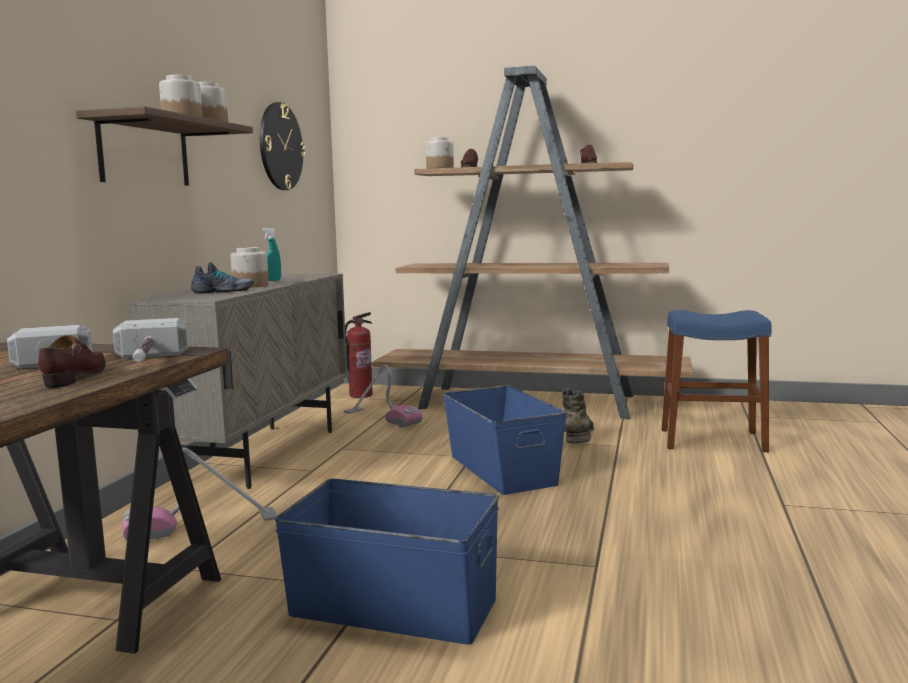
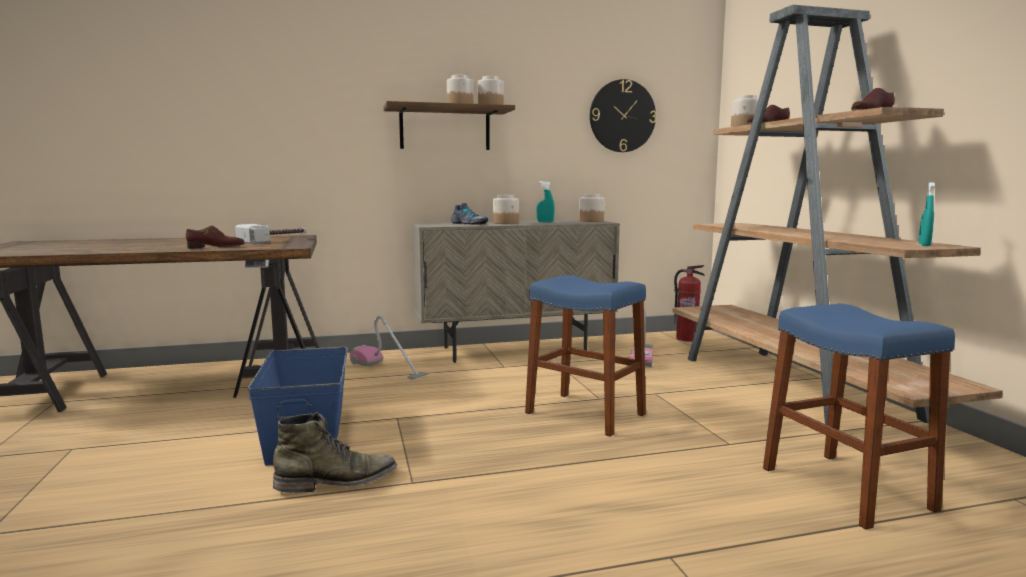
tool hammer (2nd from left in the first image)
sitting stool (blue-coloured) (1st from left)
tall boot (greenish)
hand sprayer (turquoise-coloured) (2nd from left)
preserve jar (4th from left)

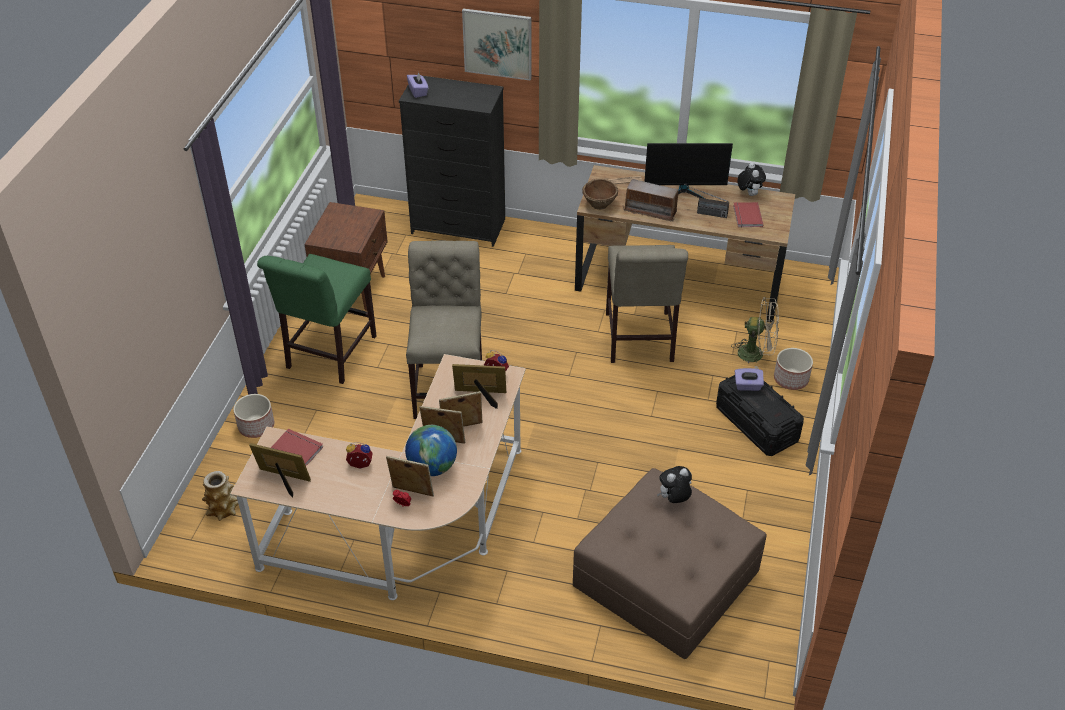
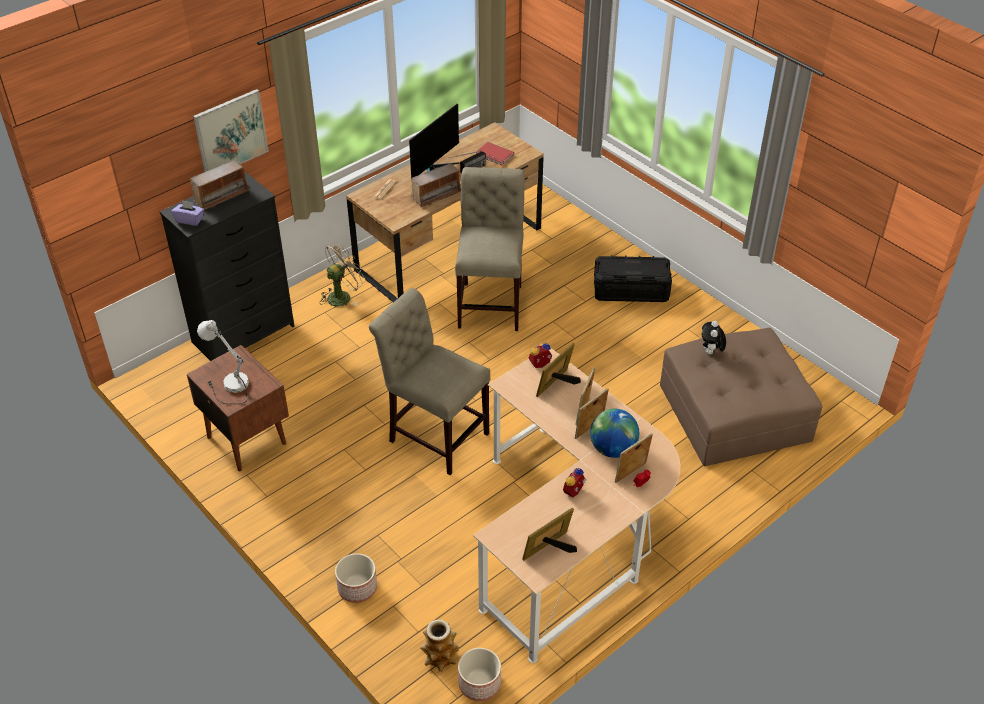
plush toy (2nd from left in the first image)
bowl (brown)
plain chair (sand-coloured) (2nd from left)
plain chair (greenish)
fan (sand-coloured)
planter (2nd from left)
tissue box (purple-coloured) (2nd from left in the first image)
volume (reddish) (1st from left in the first image)
radio receiver (1st from left)
tabletop lamp (white)

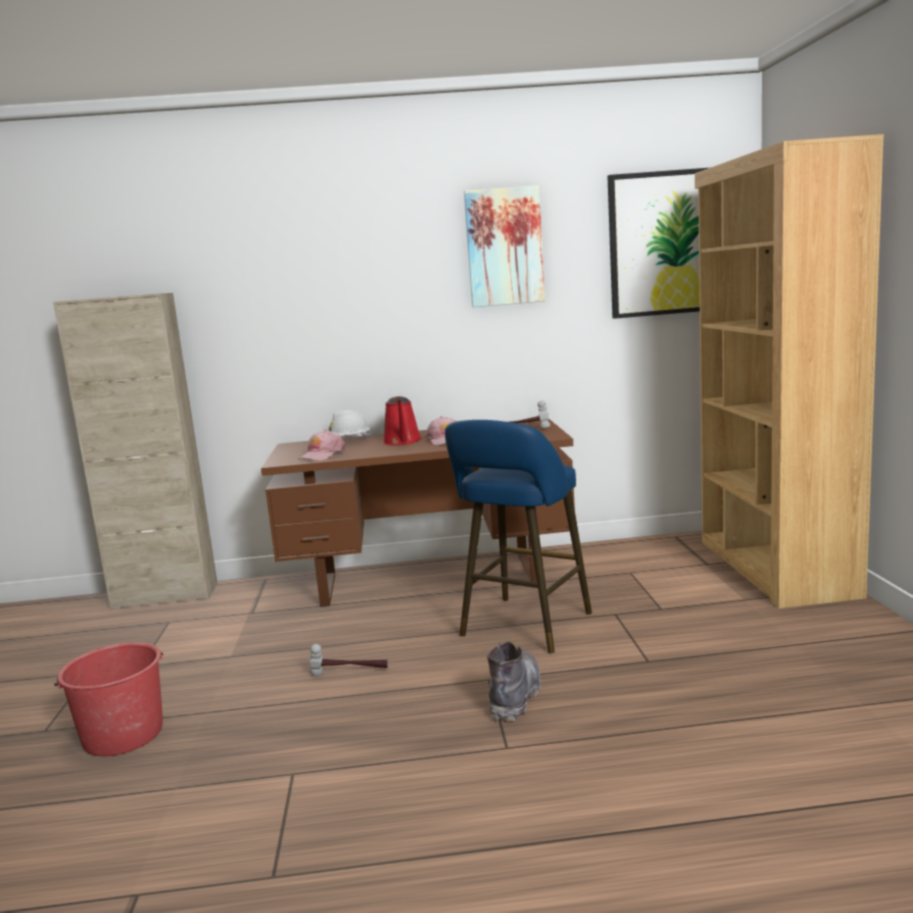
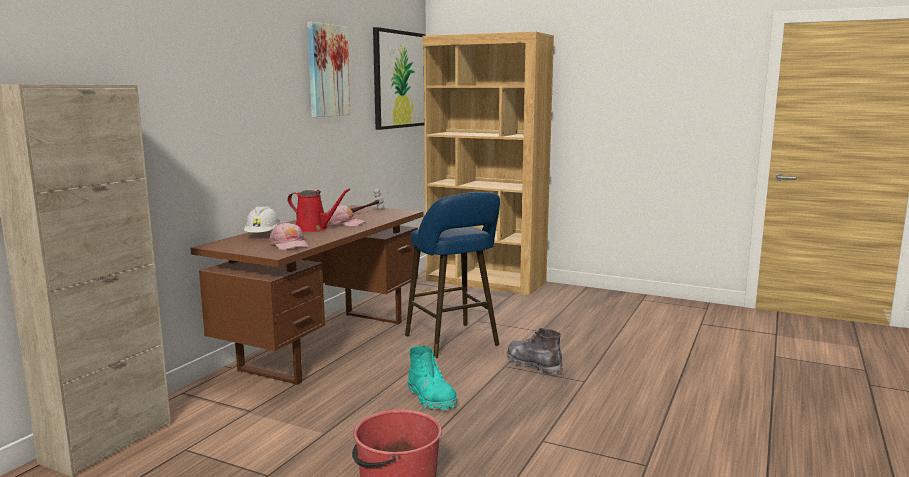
tall boot (turquoise-coloured)

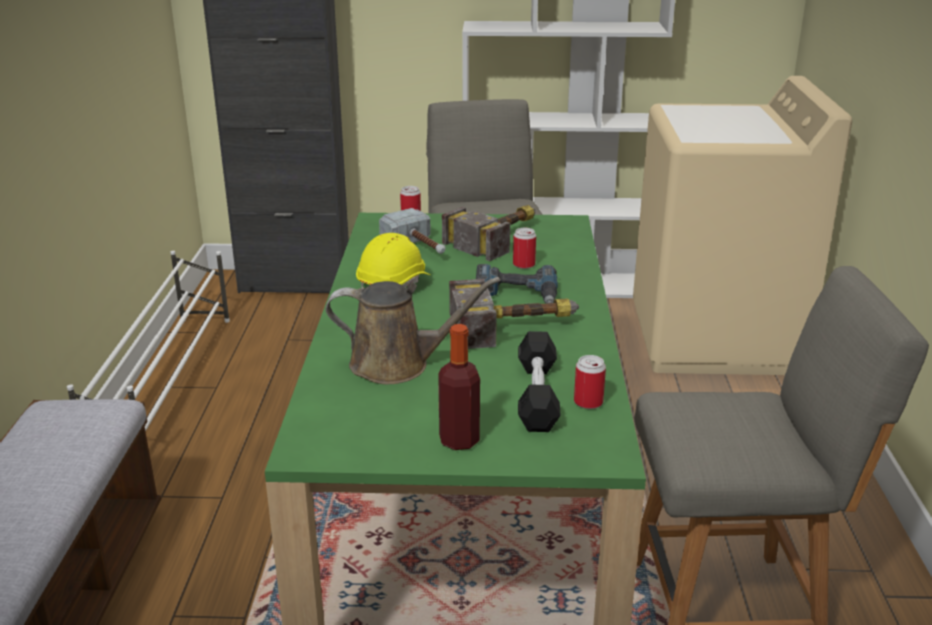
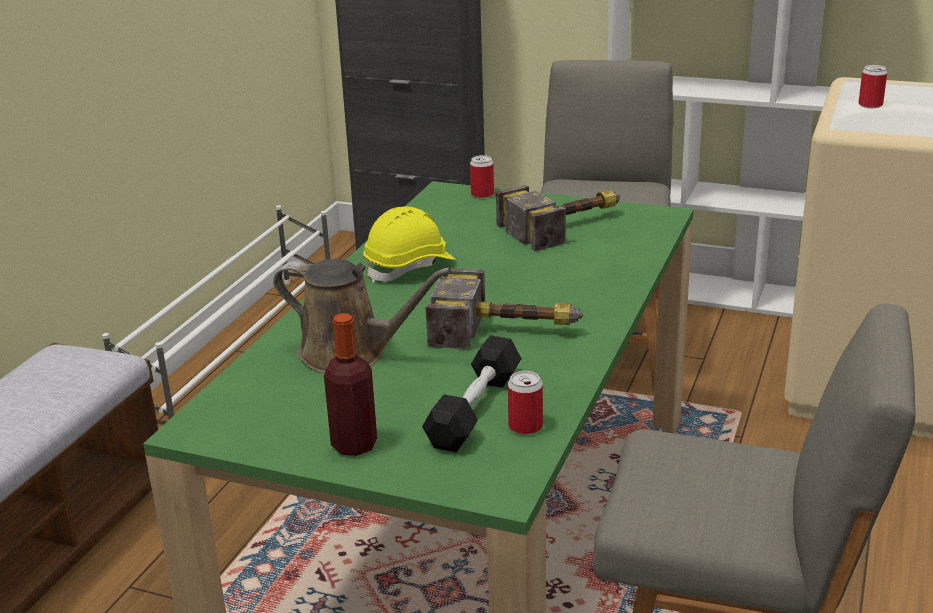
tool hammer (1st from left in the first image)
sealed can (3rd from left)
drill

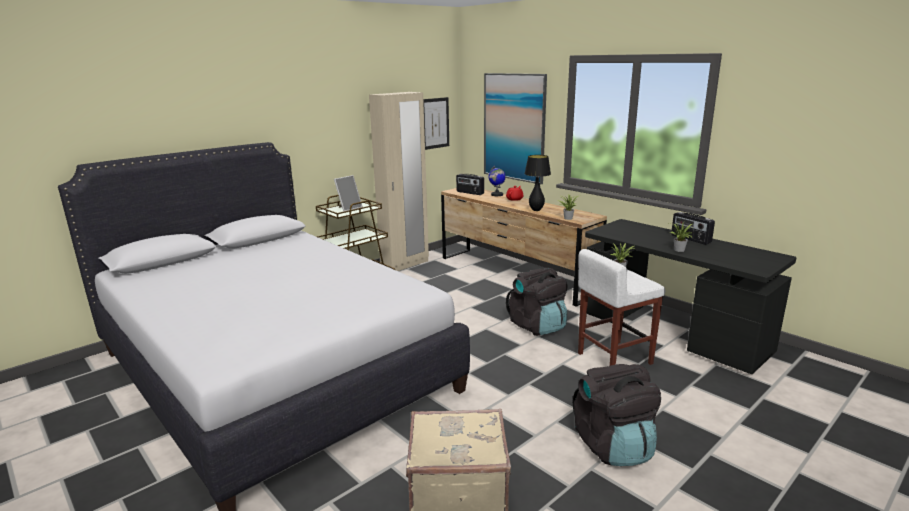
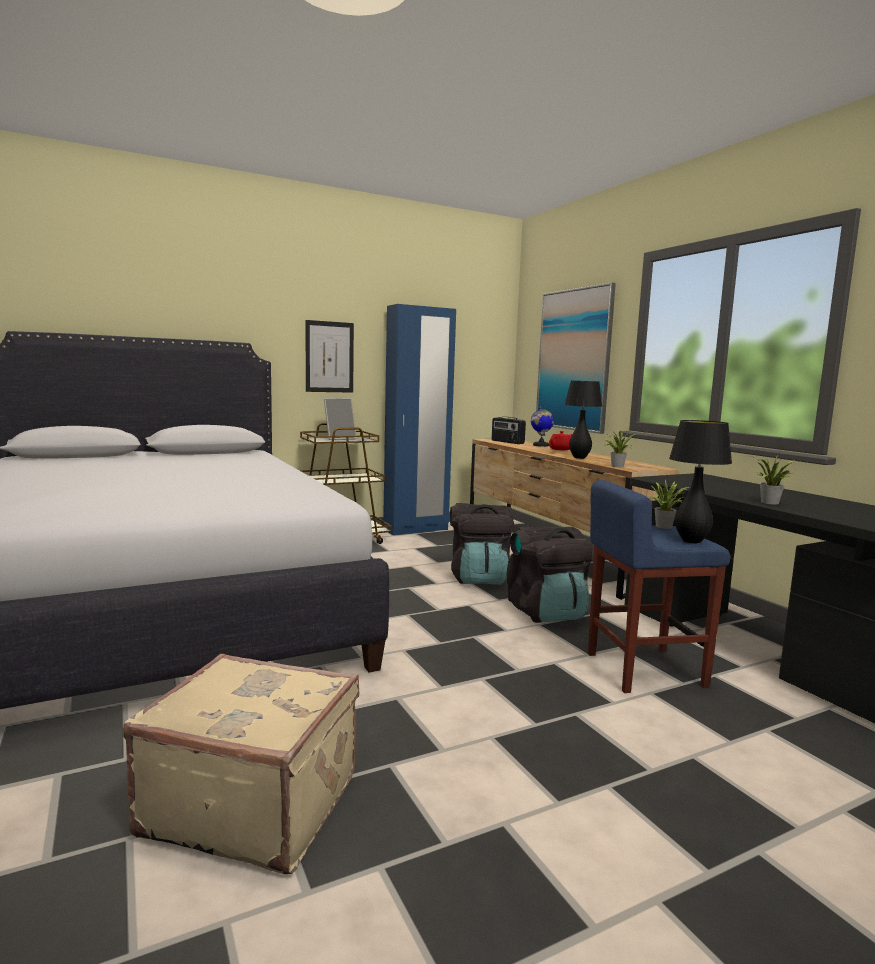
clothes cupboard (blue-coloured)
wall picture (1st from left)
radio receiver (2nd from left in the first image)
sitting stool (blue-coloured)
rucksack (black-coloured) (1st from left)
tabletop lamp (black-coloured) (2nd from left)

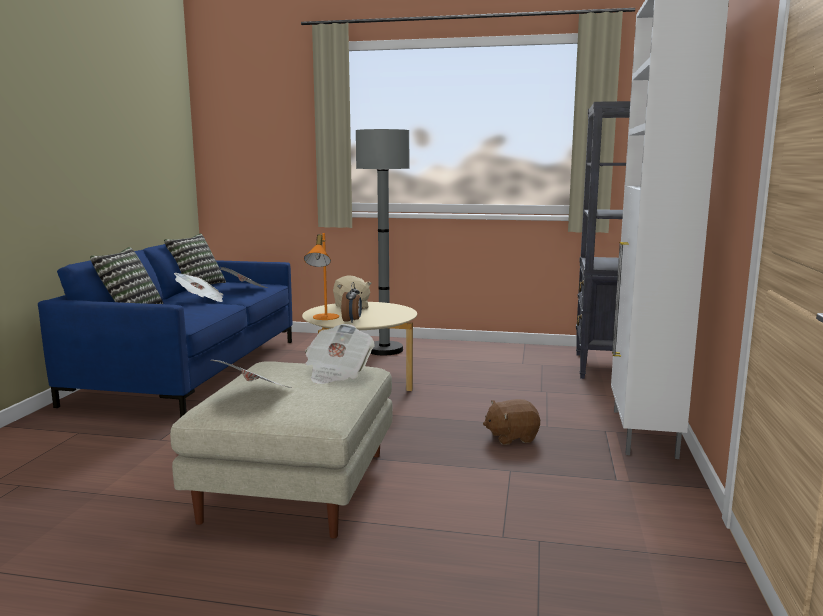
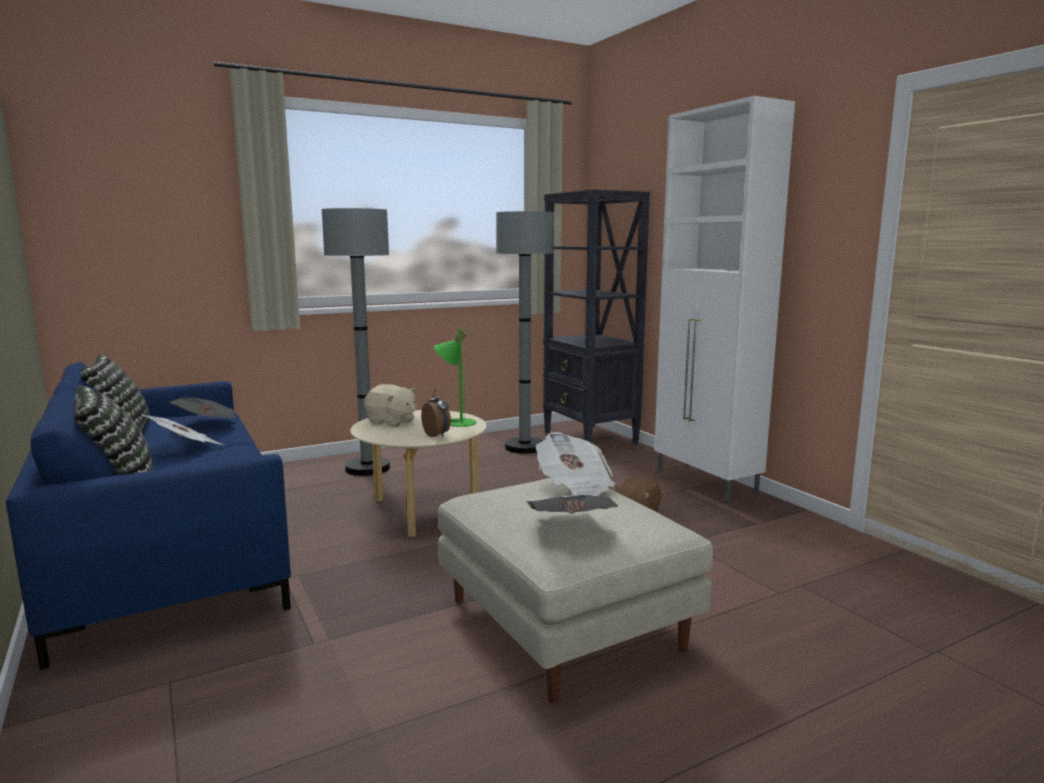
tabletop lamp (orange-coloured)
standard lamp (grey) (2nd from left)
tabletop lamp (greenish)

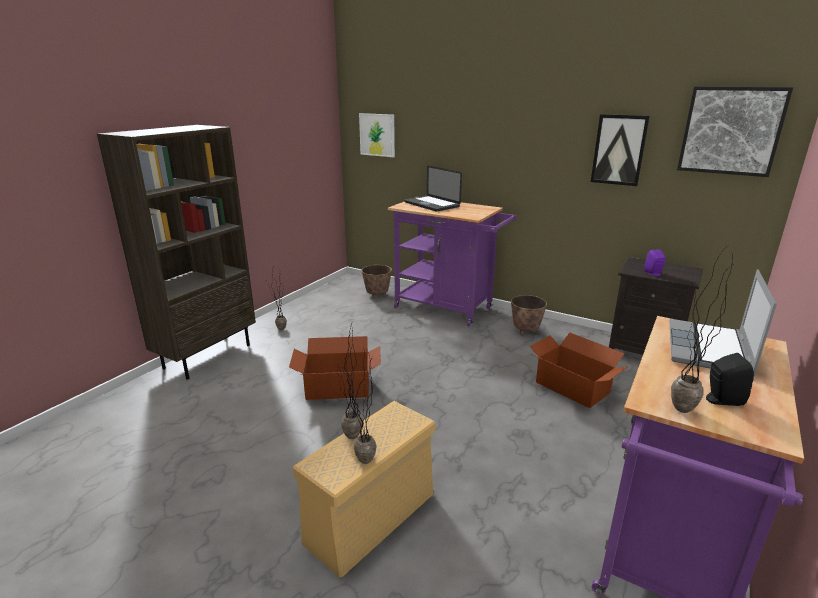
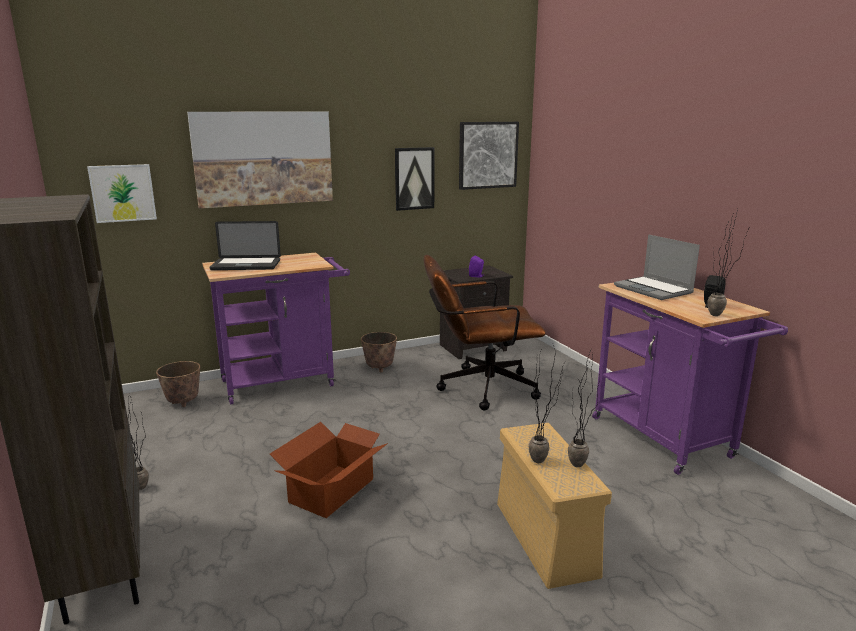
office chair (brown)
wall picture (2nd from left)

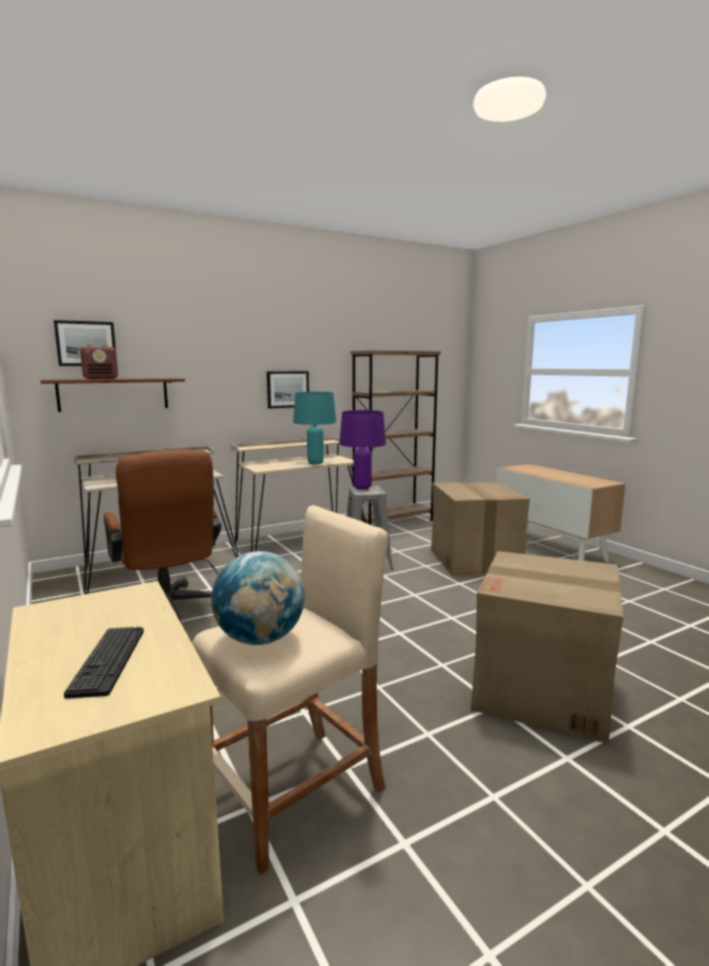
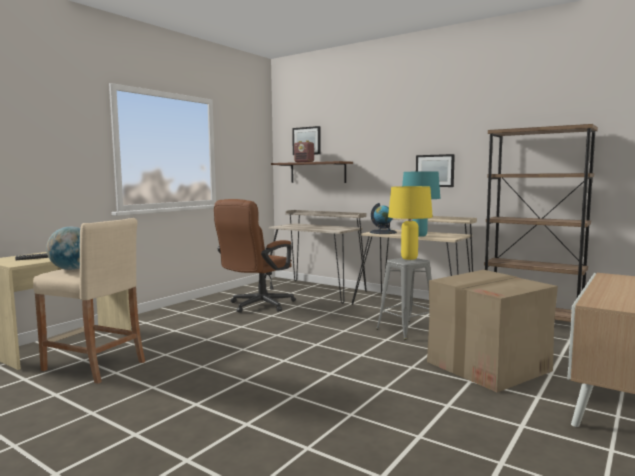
tabletop lamp (yellow-coloured)
packing box (2nd from left in the first image)
globe (2nd from left)

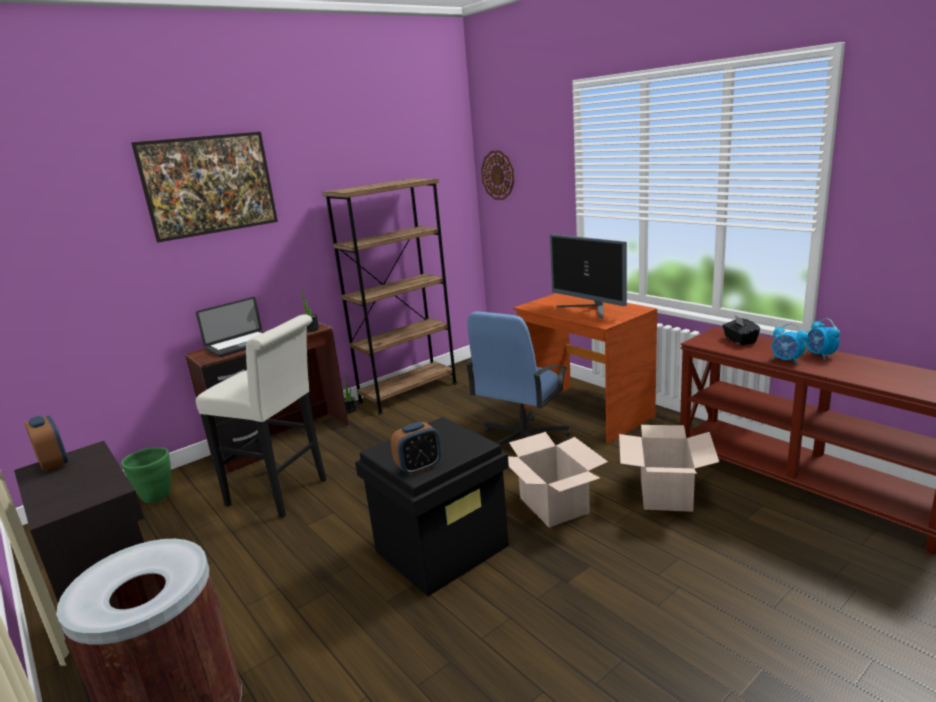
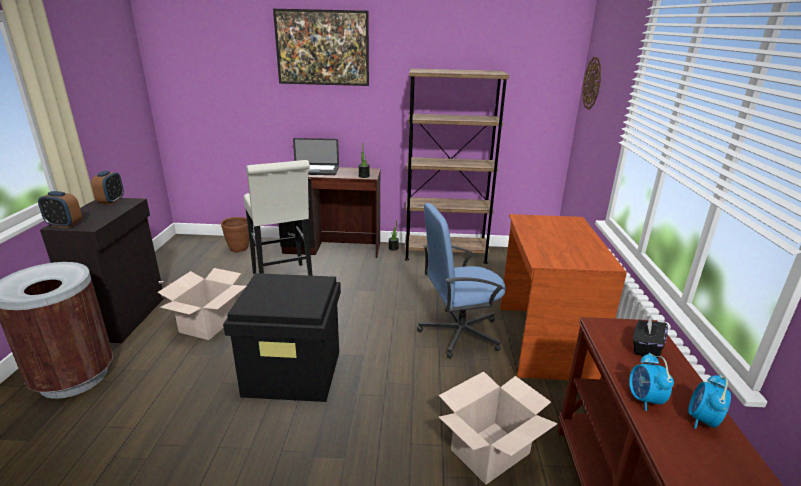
computer screen
alarm clock (1st from left)
packing box (1st from left)
planter (brown)

